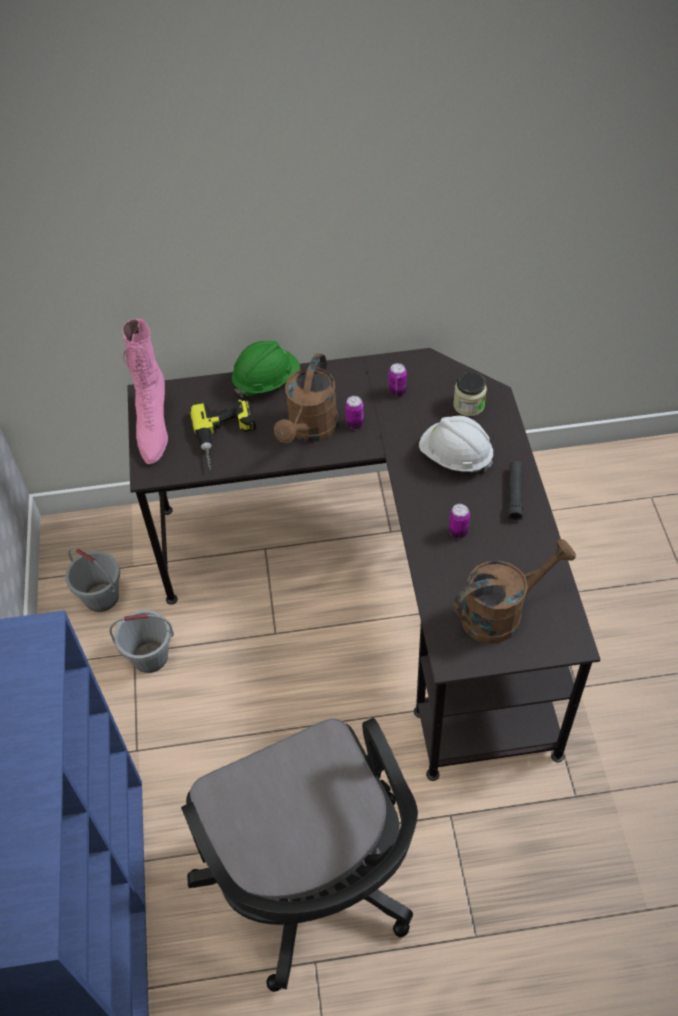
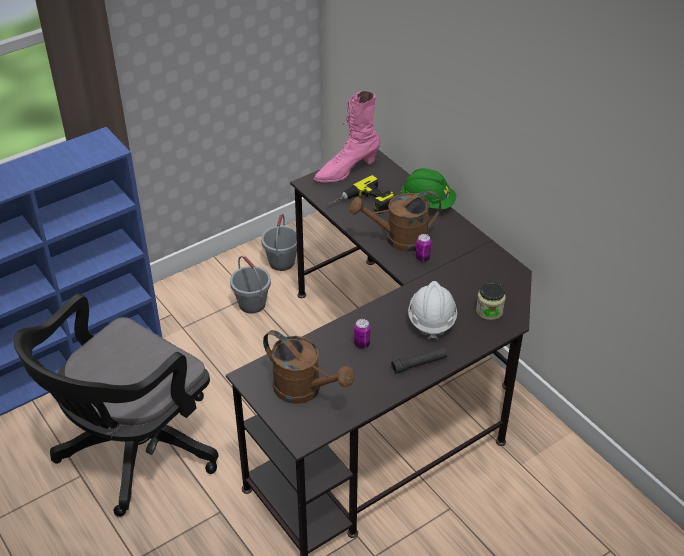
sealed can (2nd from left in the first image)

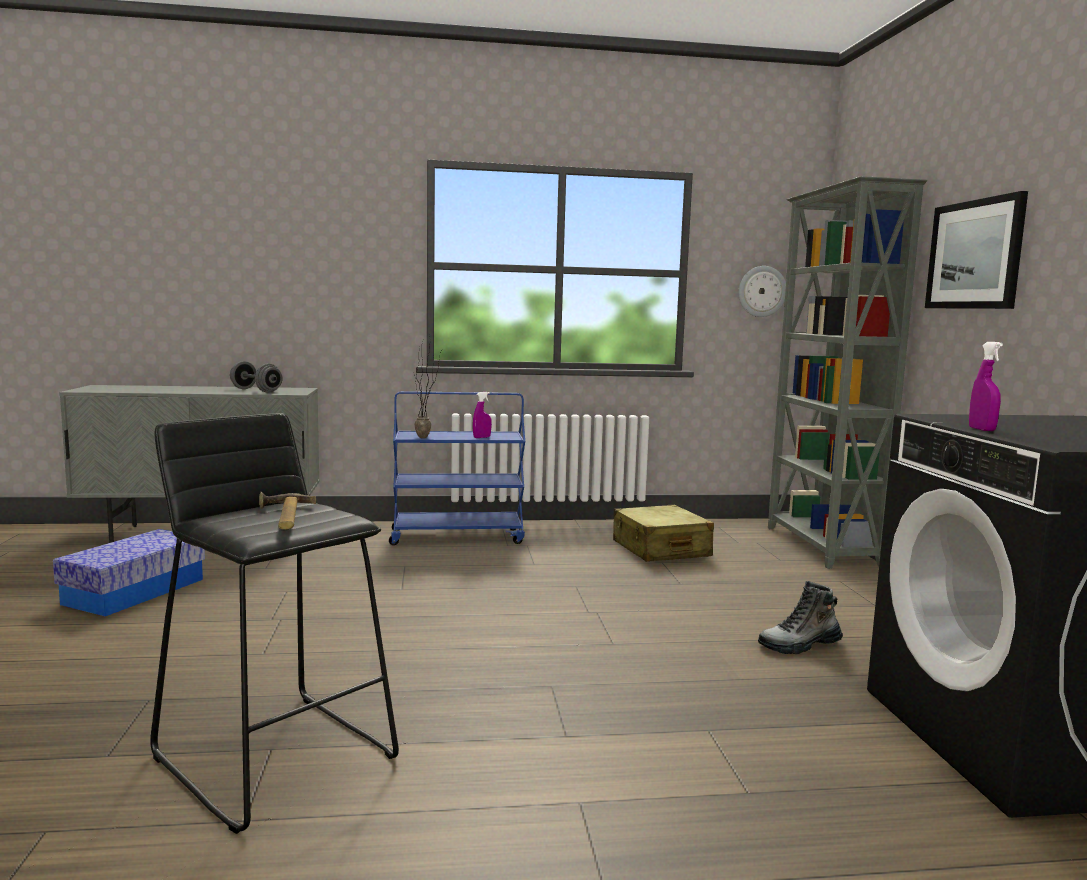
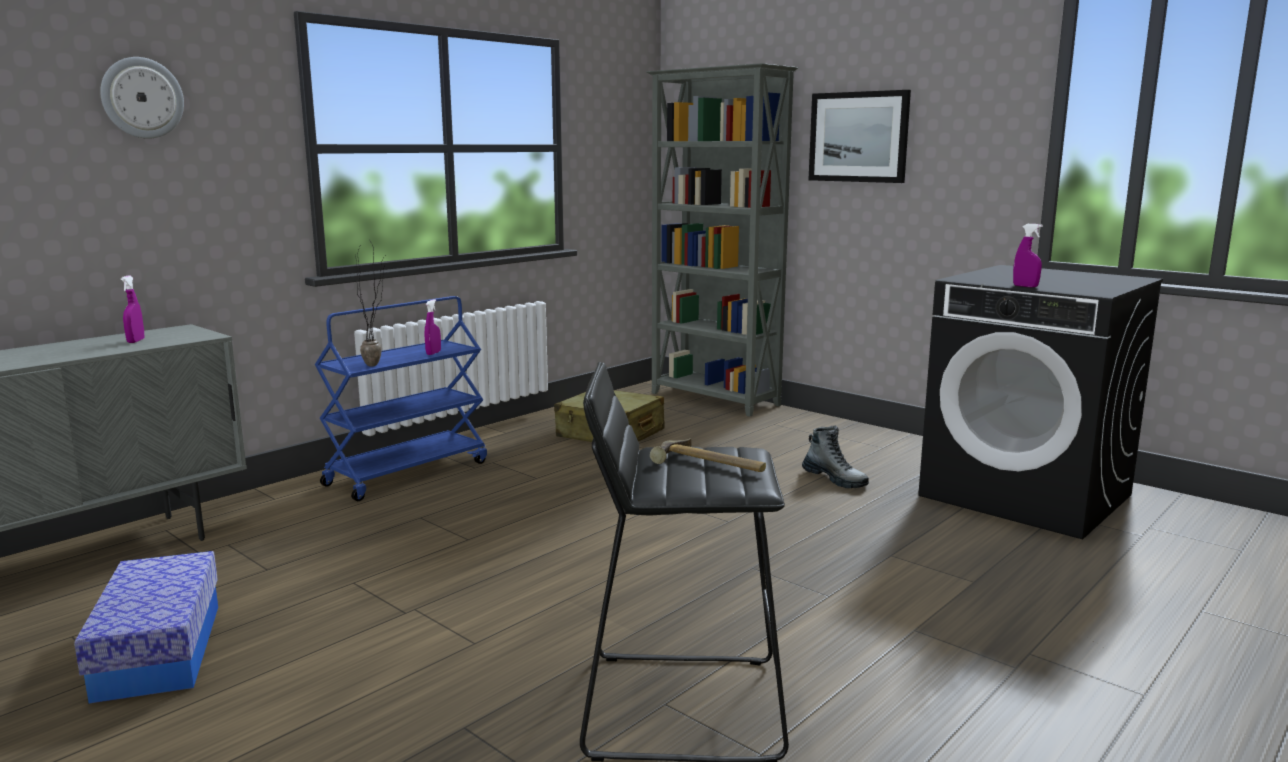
wall clock
hand sprayer (purple-coloured) (1st from left)
tall boot

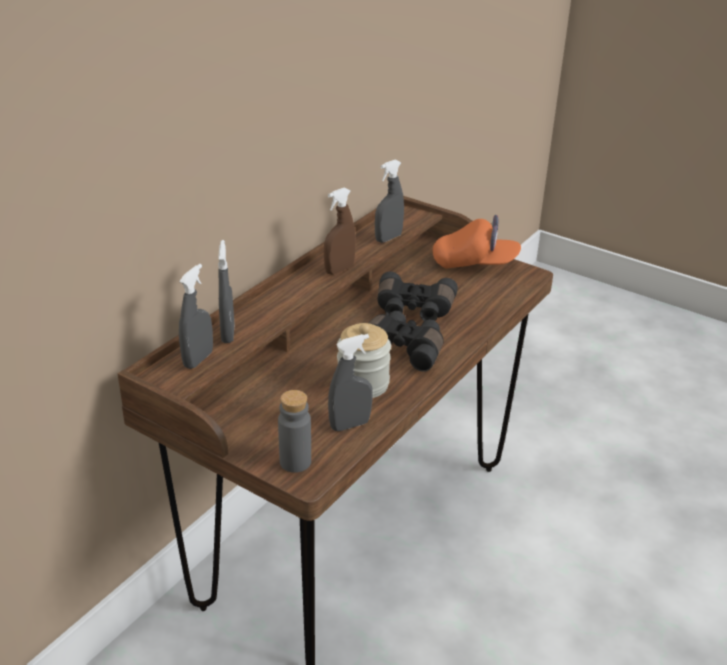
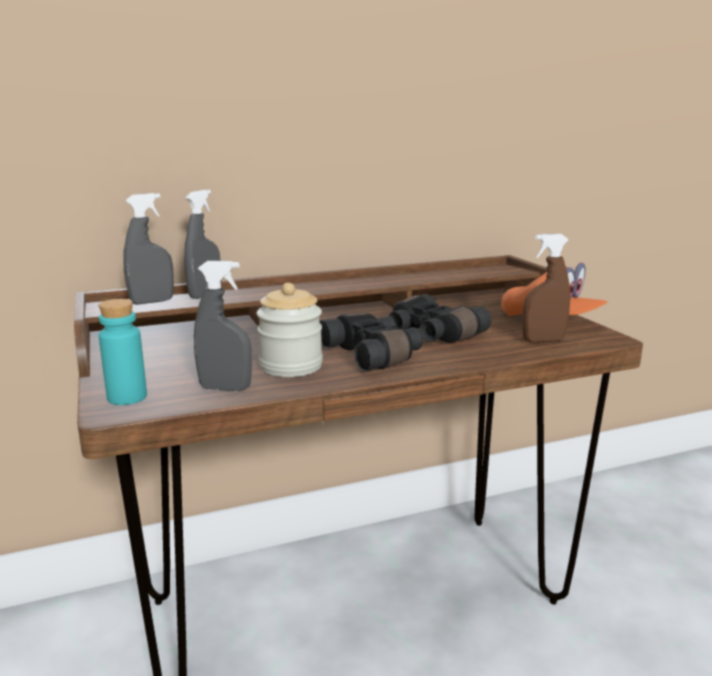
hand sprayer (grey) (4th from left in the first image)
hand sprayer (brown)
bottle (turquoise-coloured)

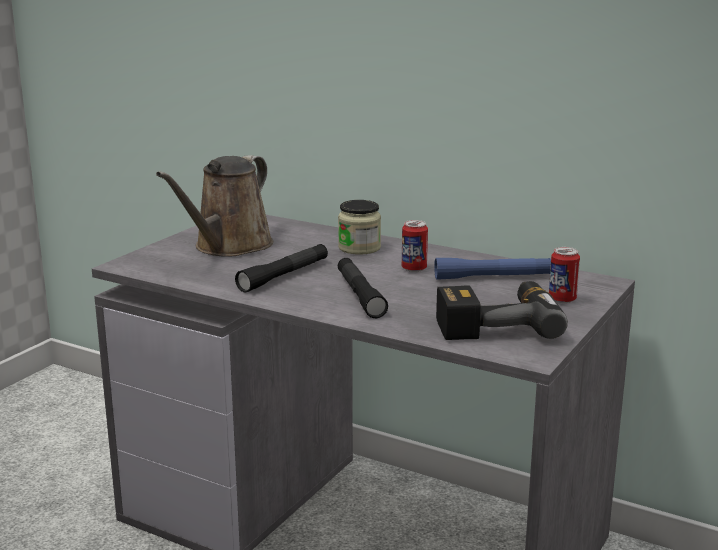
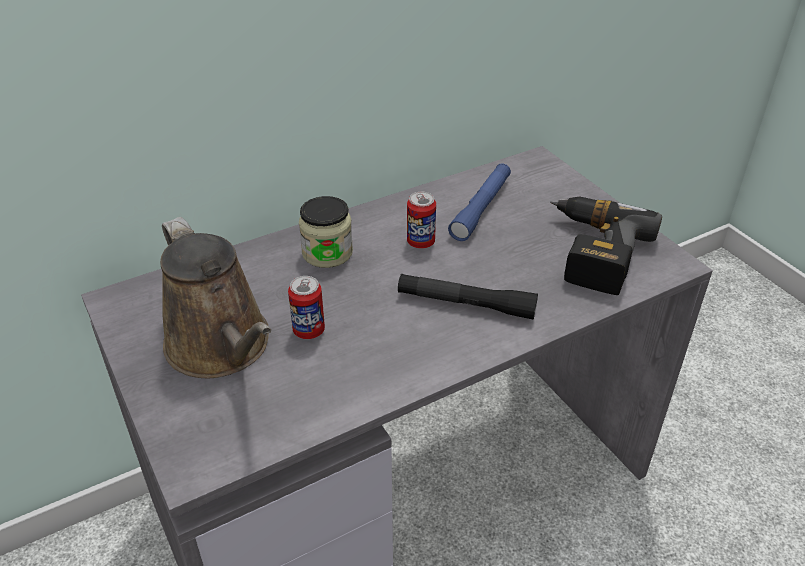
flashlight (black-coloured) (1st from left in the first image)
sealed can (1st from left)

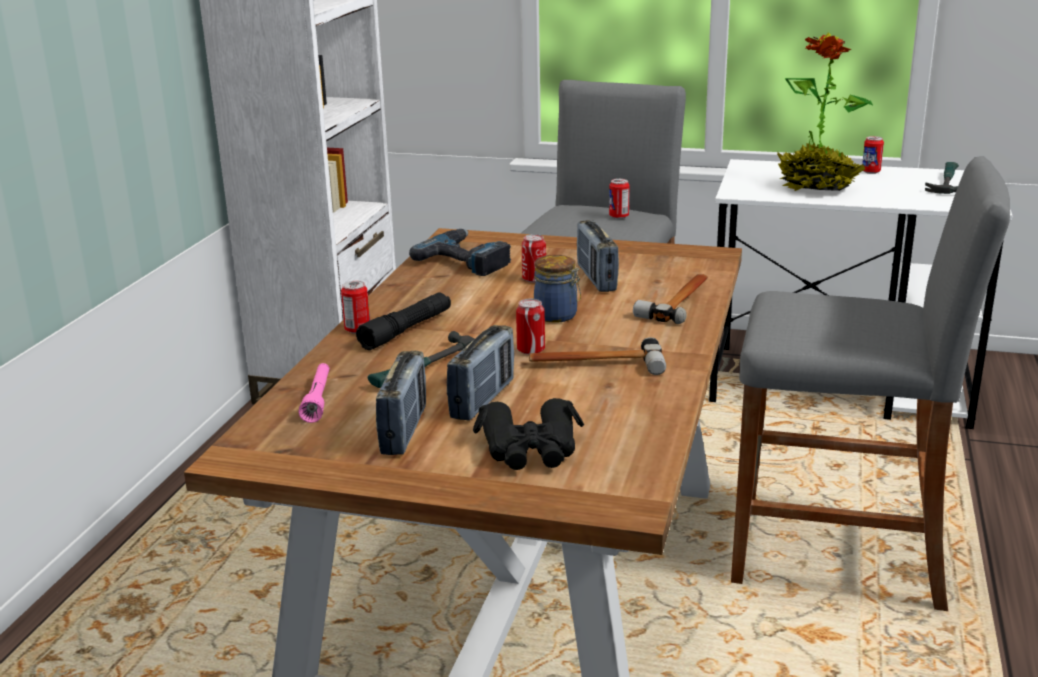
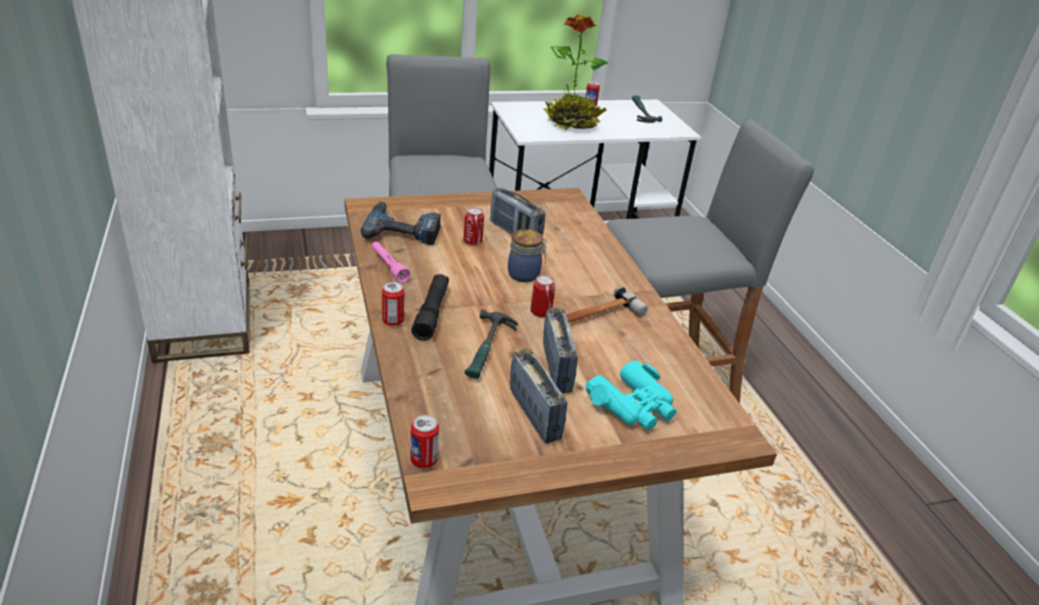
sealed can (2nd from left)
tool hammer (3rd from left in the first image)
flashlight (pink)
pair of binoculars (turquoise-coloured)

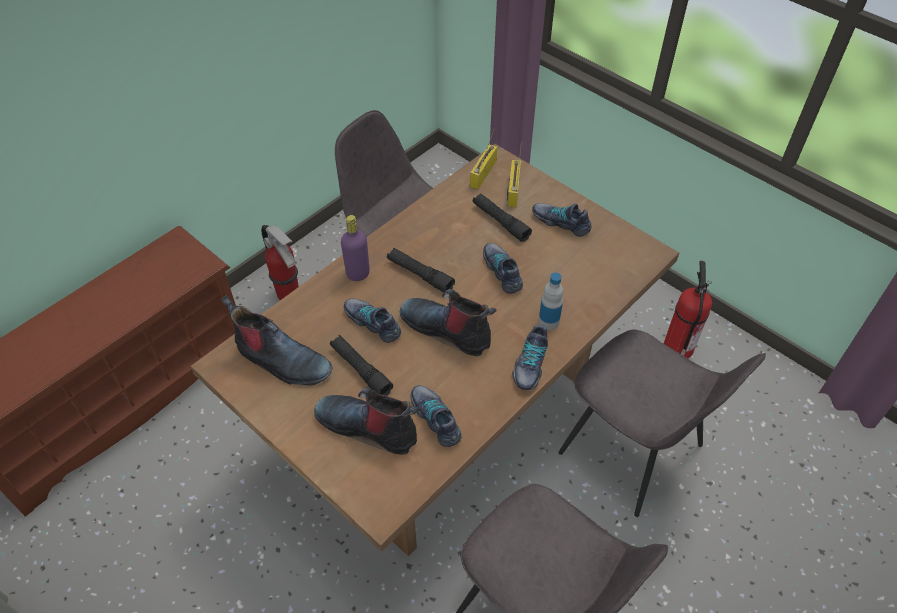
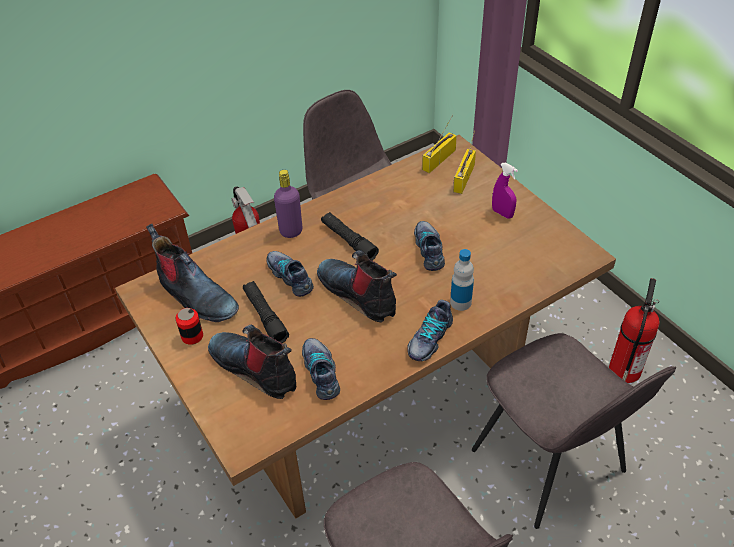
flashlight (black-coloured) (3rd from left in the first image)
hand sprayer (purple-coloured)
sealed can

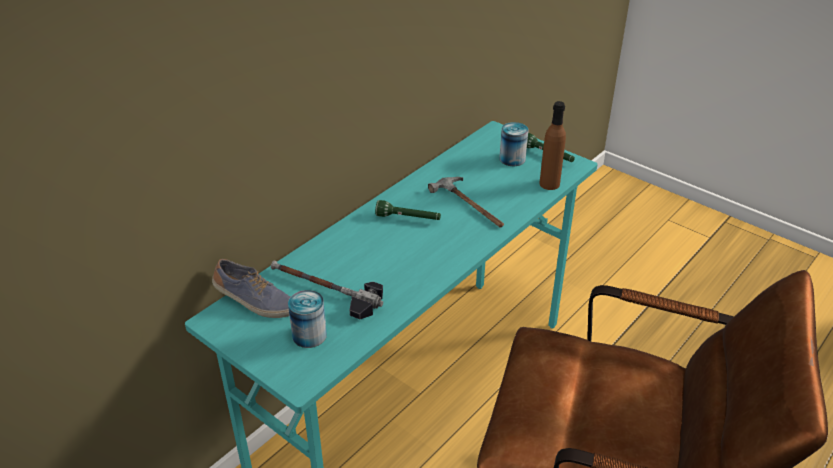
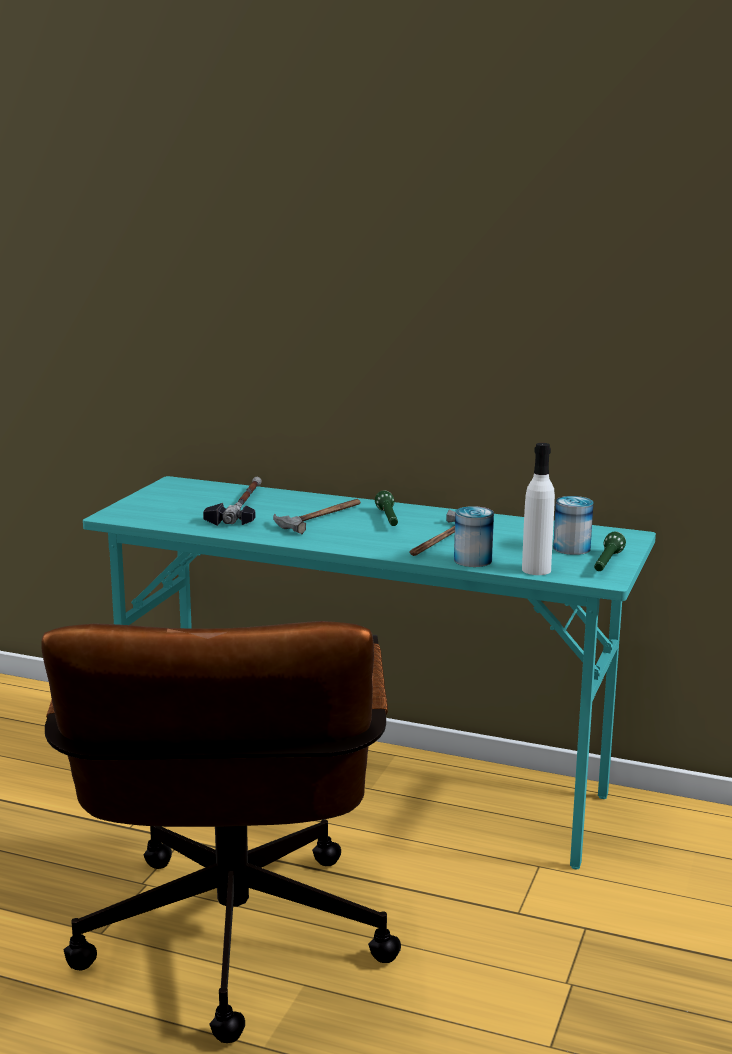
bottle (white)
shoe
sealed can (1st from left)
tool hammer (2nd from left)

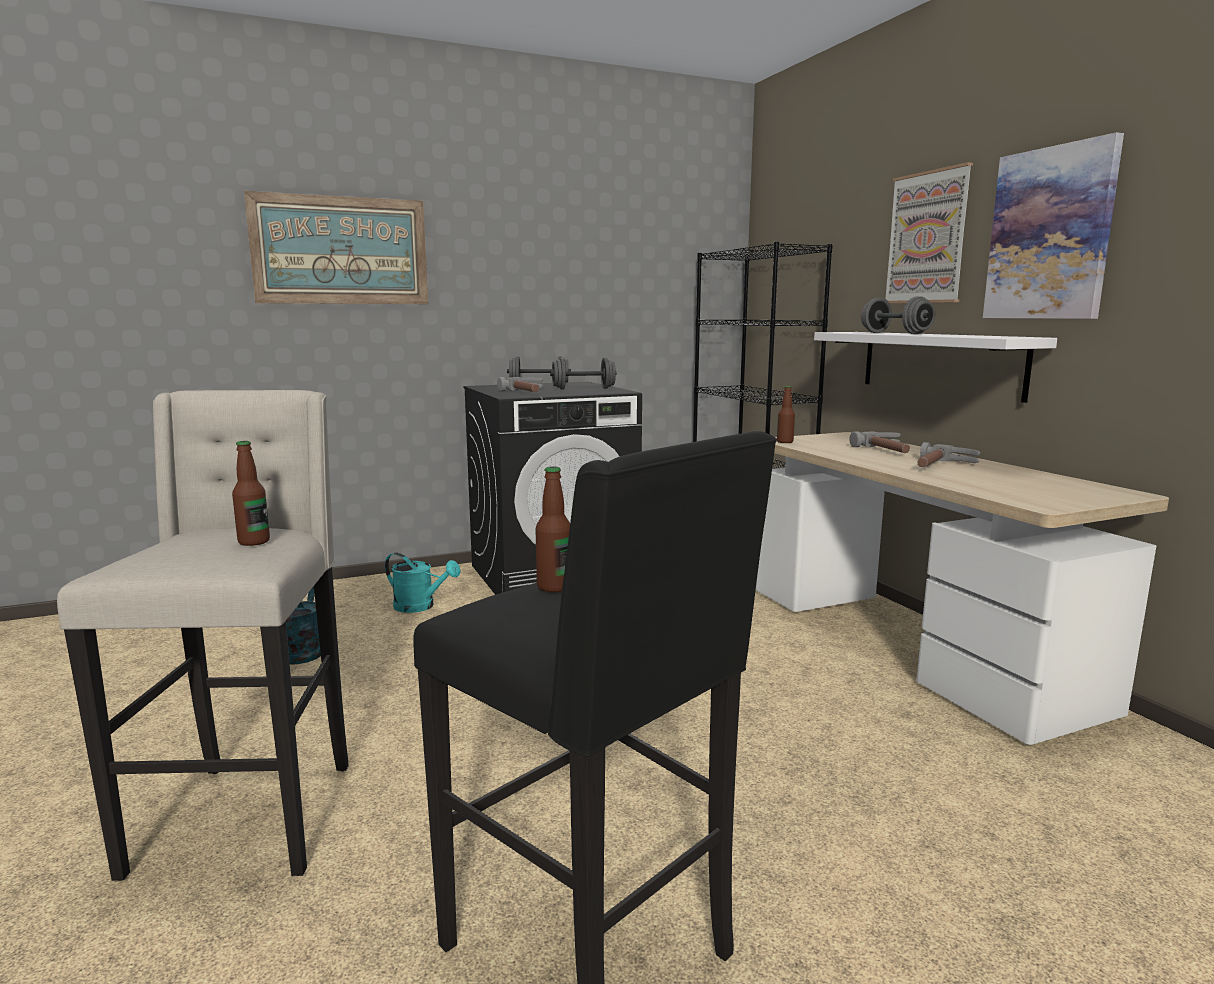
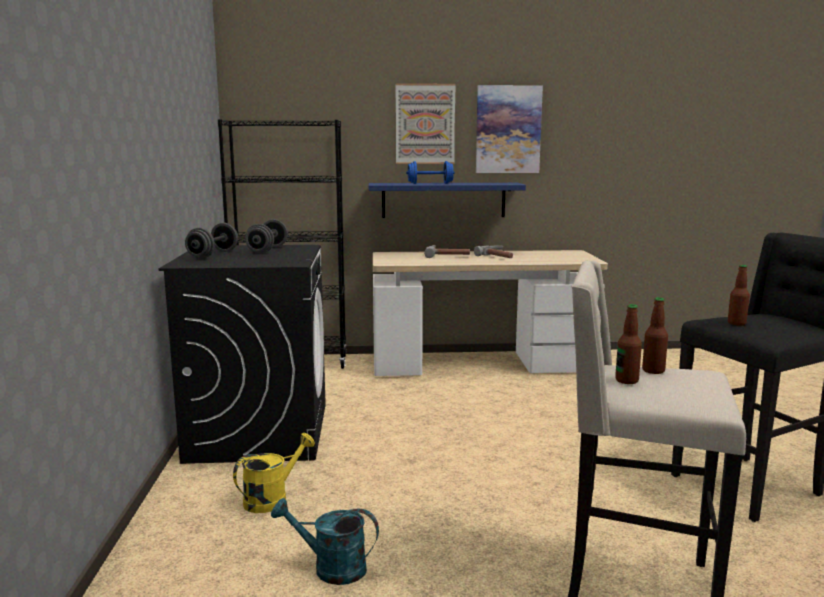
wall picture (1st from left in the first image)
free weight (blue-coloured)
wall shelf (blue-coloured)
tool hammer (1st from left in the first image)
bottle (1st from left)
watering pot (yellow-coloured)

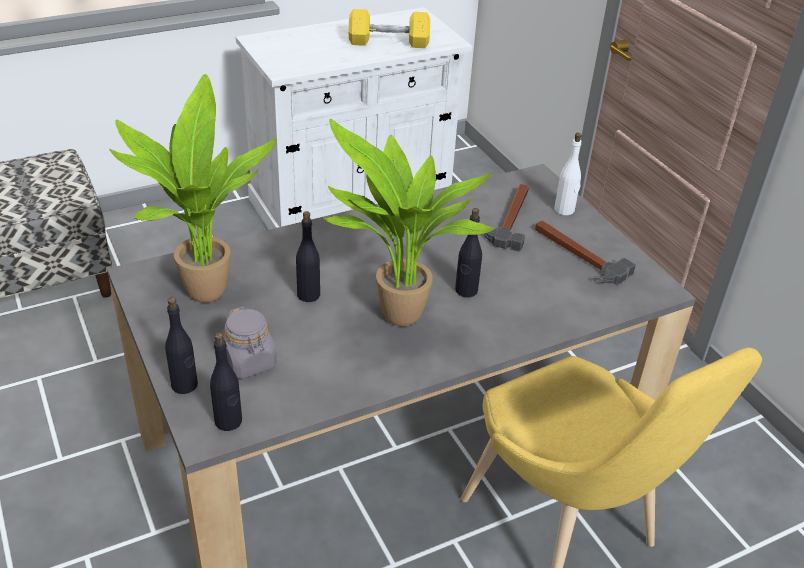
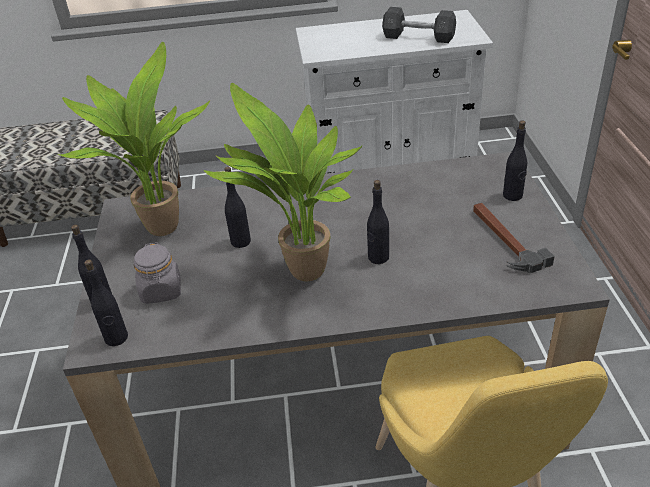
free weight (grey)
bottle (black-coloured) (5th from left)
tool hammer (1st from left in the first image)

